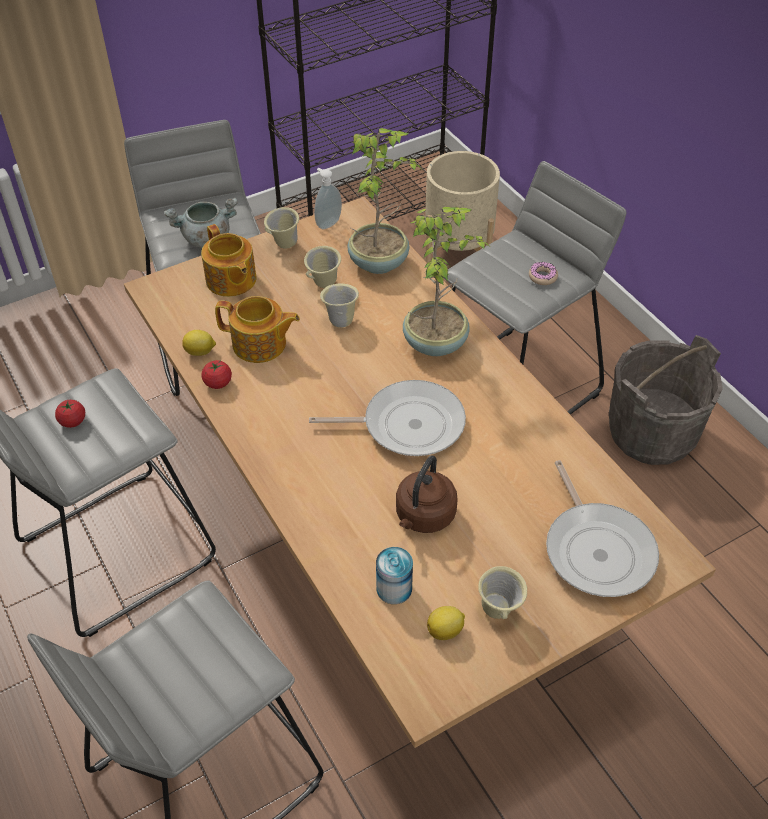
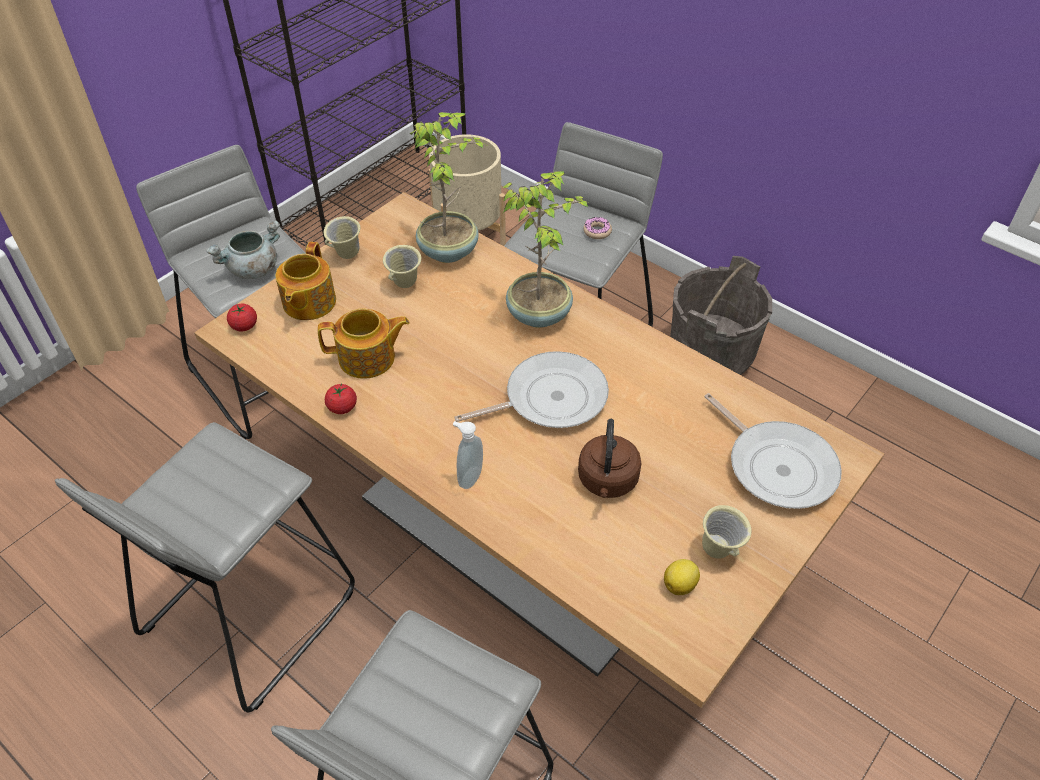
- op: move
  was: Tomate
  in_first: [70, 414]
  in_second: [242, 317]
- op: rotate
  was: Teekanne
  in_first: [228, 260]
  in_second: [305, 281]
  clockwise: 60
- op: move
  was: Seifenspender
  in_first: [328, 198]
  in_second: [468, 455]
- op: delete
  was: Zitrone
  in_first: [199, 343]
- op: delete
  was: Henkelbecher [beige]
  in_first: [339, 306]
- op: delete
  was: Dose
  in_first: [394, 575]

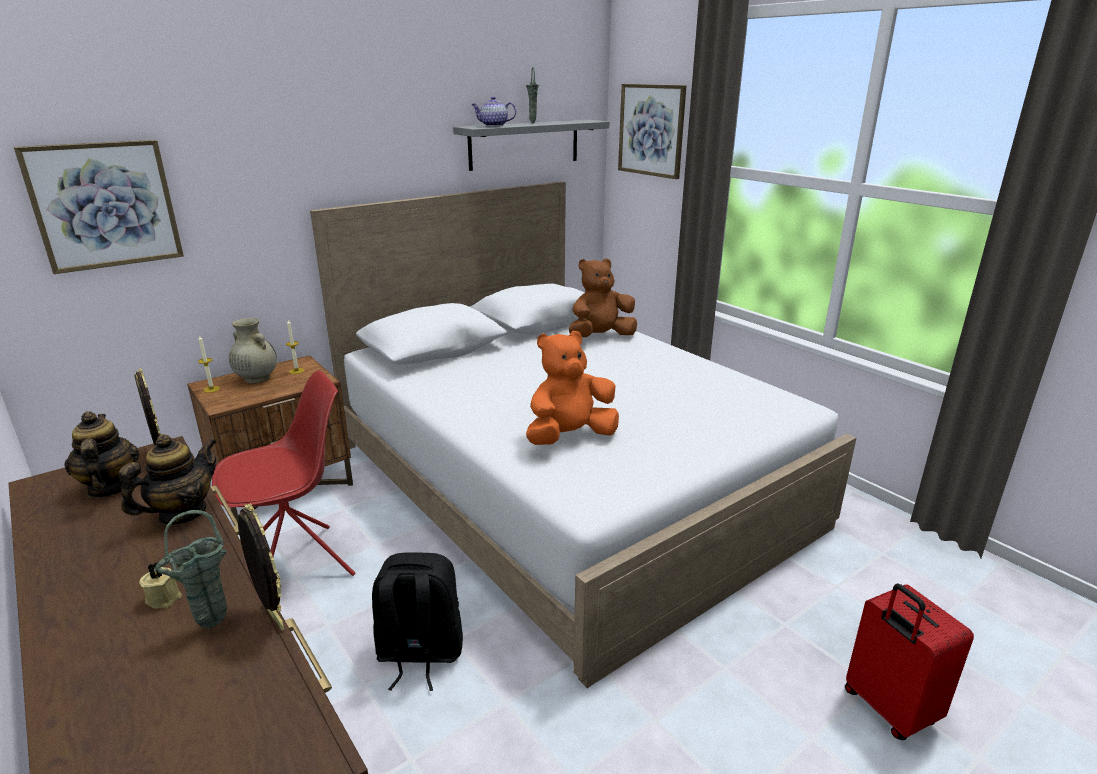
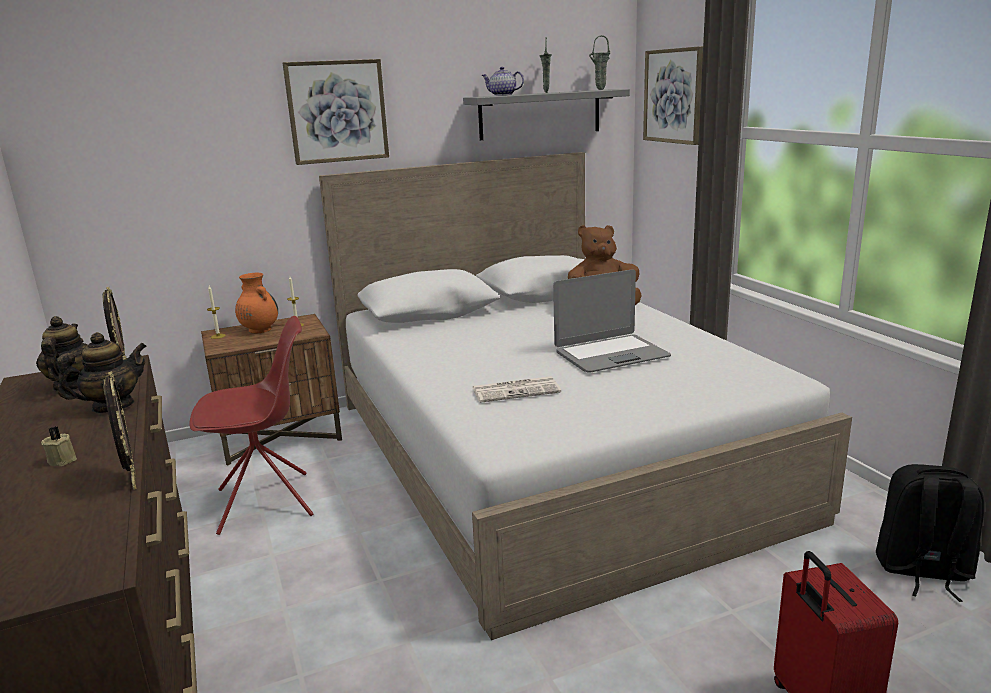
- op: recolor
  was: Vase [beige]
  now: Vase [orange]
  in_first: [253, 350]
  in_second: [256, 303]
- op: move
  was: Bild
  in_first: [99, 207]
  in_second: [336, 112]
- op: replace
  was: Plüschtier [orange]
  now: Zeitung
  in_first: [572, 388]
  in_second: [517, 389]
- op: insert
  now: Laptop
  in_second: [612, 321]
- op: move
  was: Vase [grün]
  in_first: [191, 569]
  in_second: [599, 62]
- op: move
  was: Rucksack [schwarz]
  in_first: [417, 622]
  in_second: [930, 533]

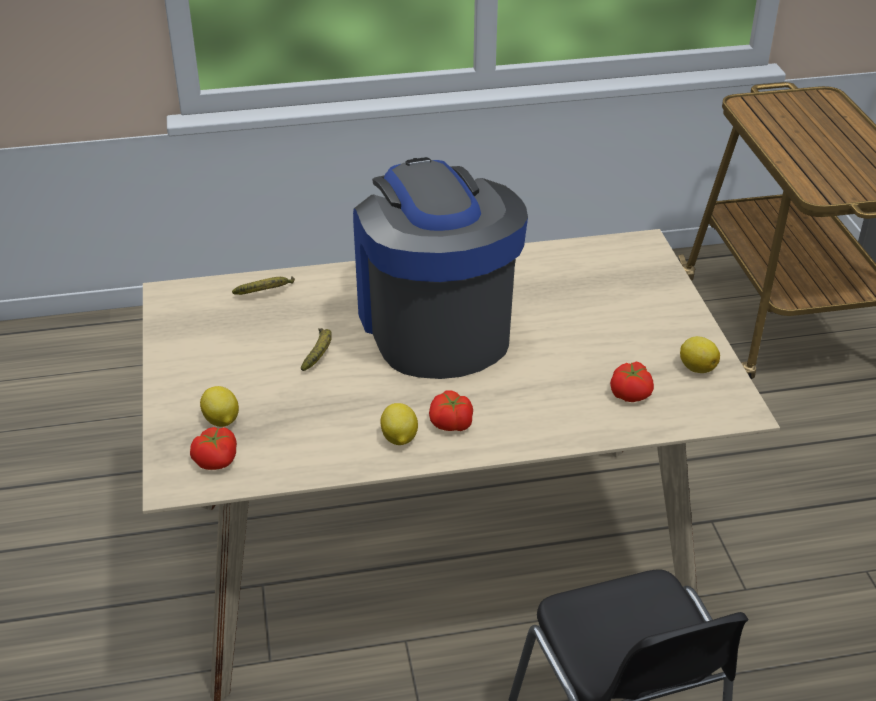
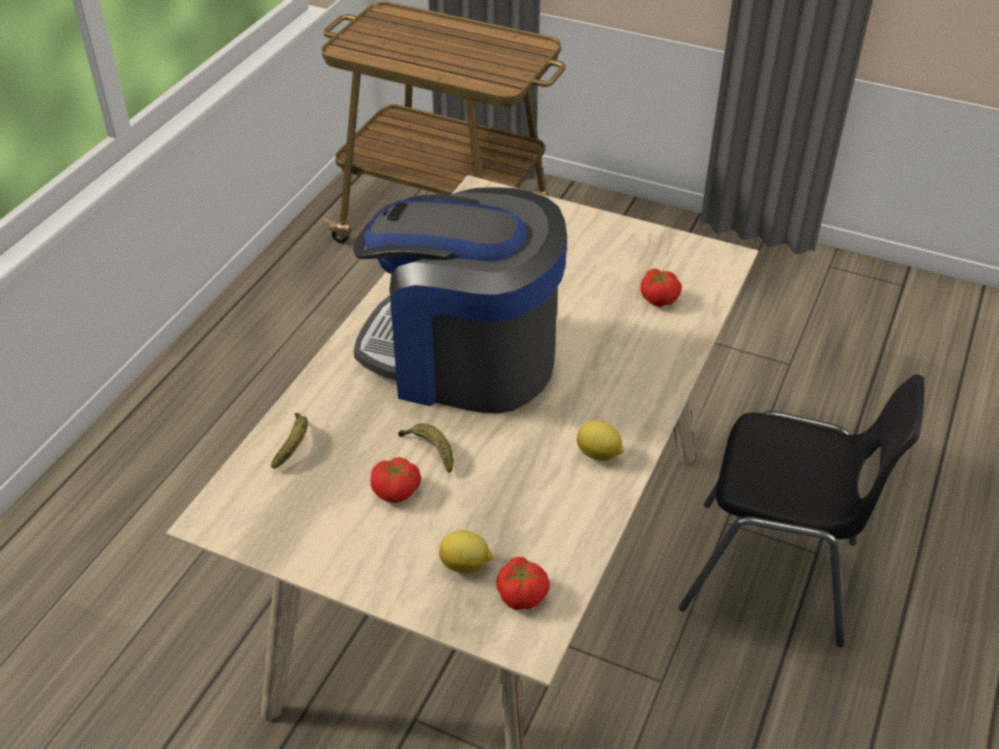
- op: move
  was: Tomate
  in_first: [451, 410]
  in_second: [396, 480]
- op: delete
  was: Zitrone
  in_first: [700, 354]

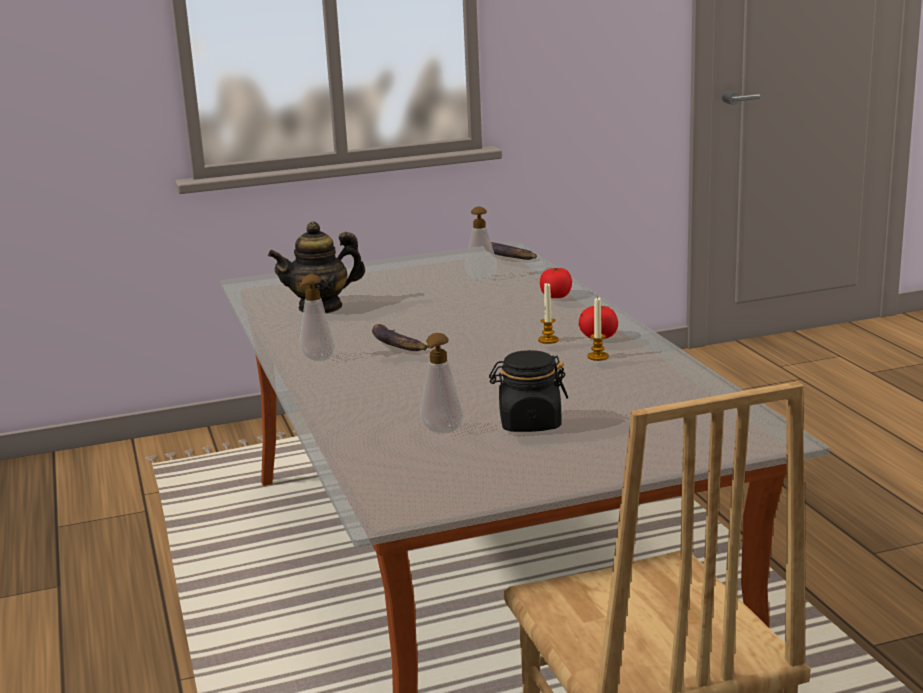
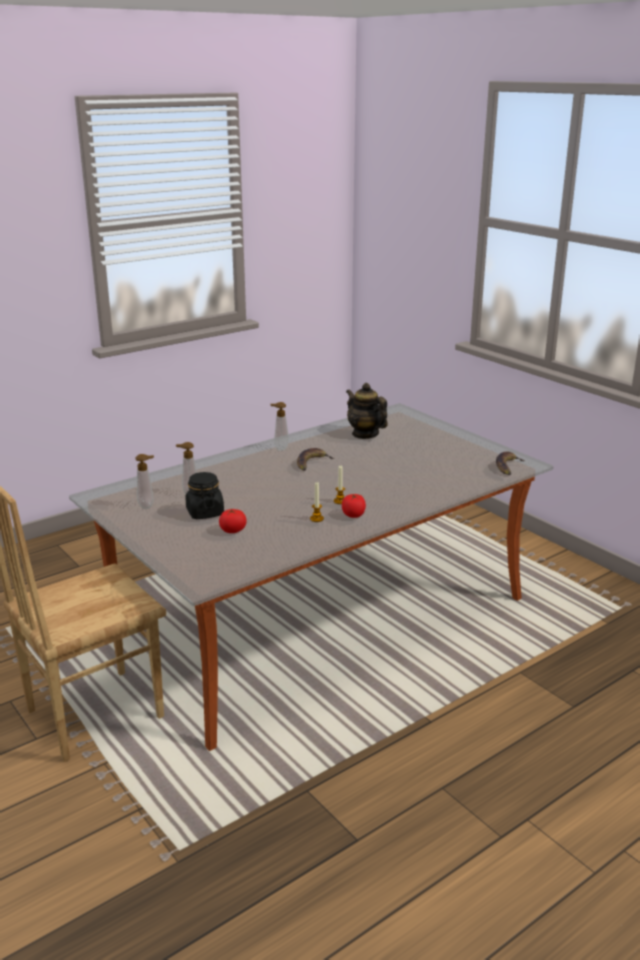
- op: move
  was: Seifenspender
  in_first: [481, 243]
  in_second: [144, 481]
- op: move
  was: Tomate
  in_first: [556, 283]
  in_second: [232, 521]

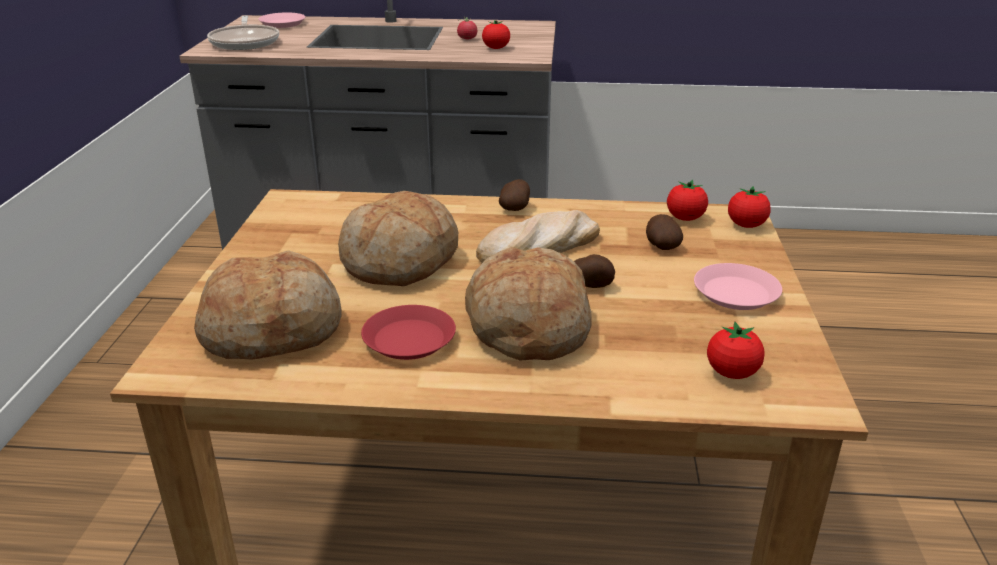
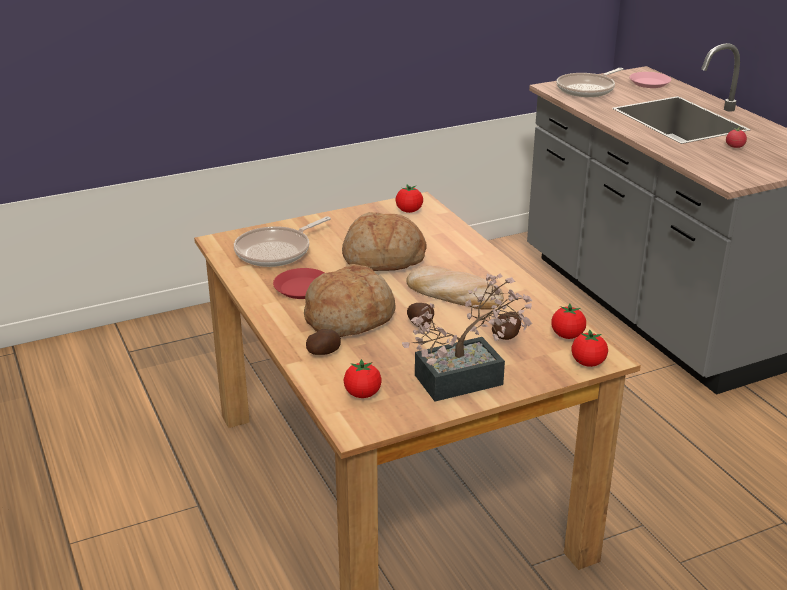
- op: replace
  was: Brot
  now: Pfanne
  in_first: [268, 305]
  in_second: [282, 241]
- op: move
  was: Kartoffel
  in_first: [514, 195]
  in_second: [323, 342]
- op: move
  was: Tomate
  in_first: [496, 34]
  in_second: [409, 198]
- op: replace
  was: Teller [rosa]
  now: Topfpflanze
  in_first: [738, 286]
  in_second: [467, 337]

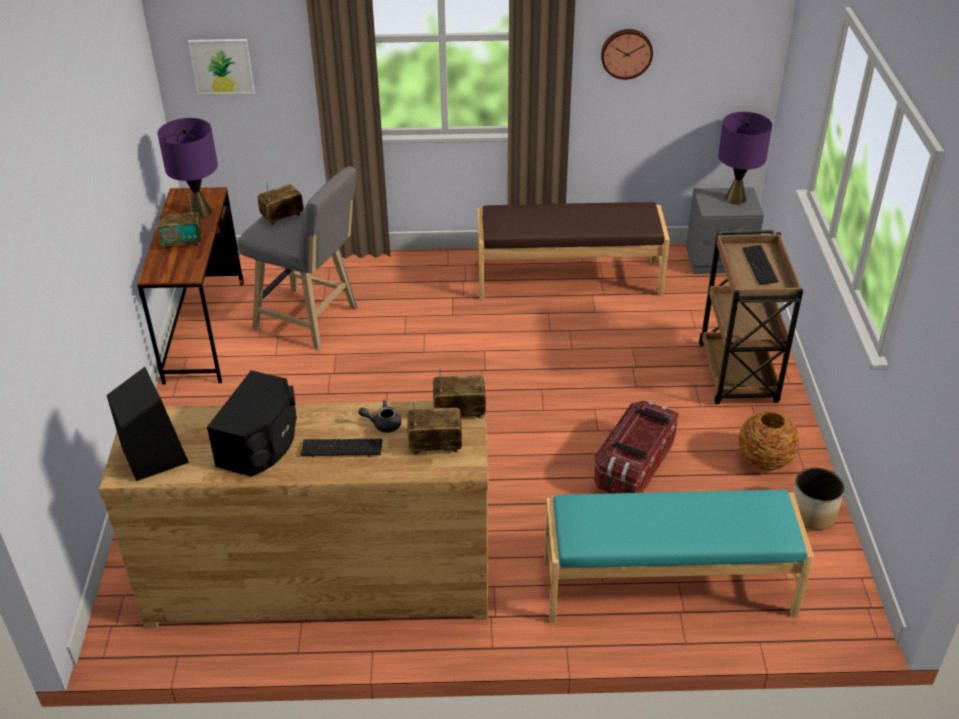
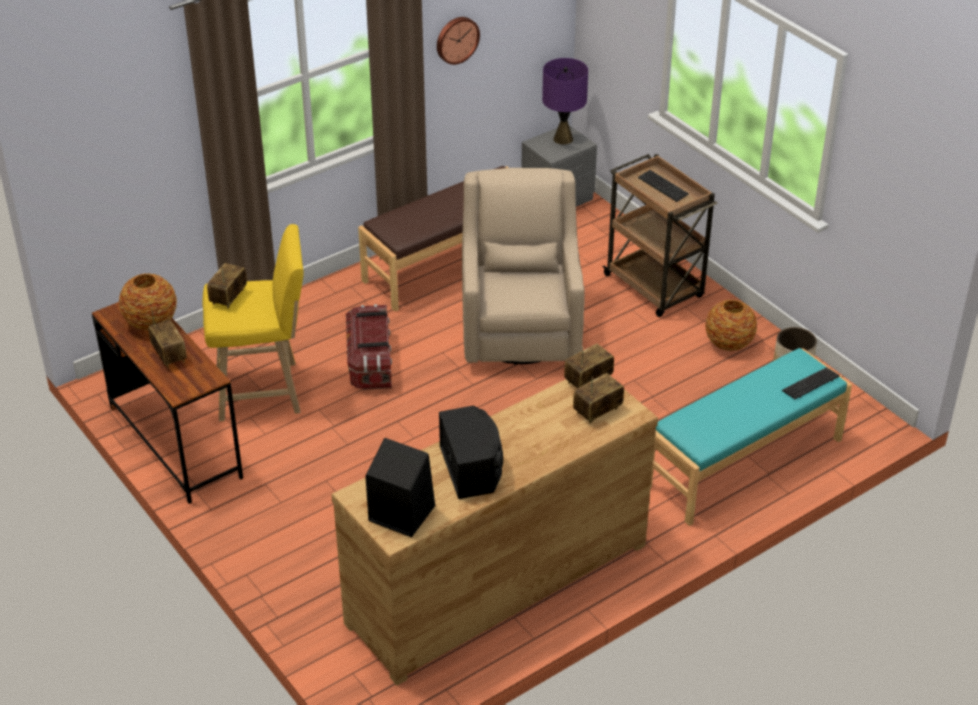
- op: replace
  was: Tischlampe [lila]
  now: Vase
  in_first: [187, 168]
  in_second: [148, 302]
- op: rotate
  was: Radio
  in_first: [179, 222]
  in_second: [167, 337]
  clockwise: -75
- op: recolor
  was: Hocker [grau]
  now: Hocker [gelb]
  in_first: [297, 258]
  in_second: [253, 323]
- op: move
  was: Aufbewahrungsbox
  in_first: [636, 447]
  in_second: [369, 347]
- op: insert
  now: Sessel [beige]
  in_second: [523, 266]
- op: move
  was: Tastatur
  in_first: [341, 448]
  in_second: [811, 383]
- op: delete
  was: Bild
  in_first: [221, 67]
- op: delete
  was: Teekanne [grau]
  in_first: [379, 416]

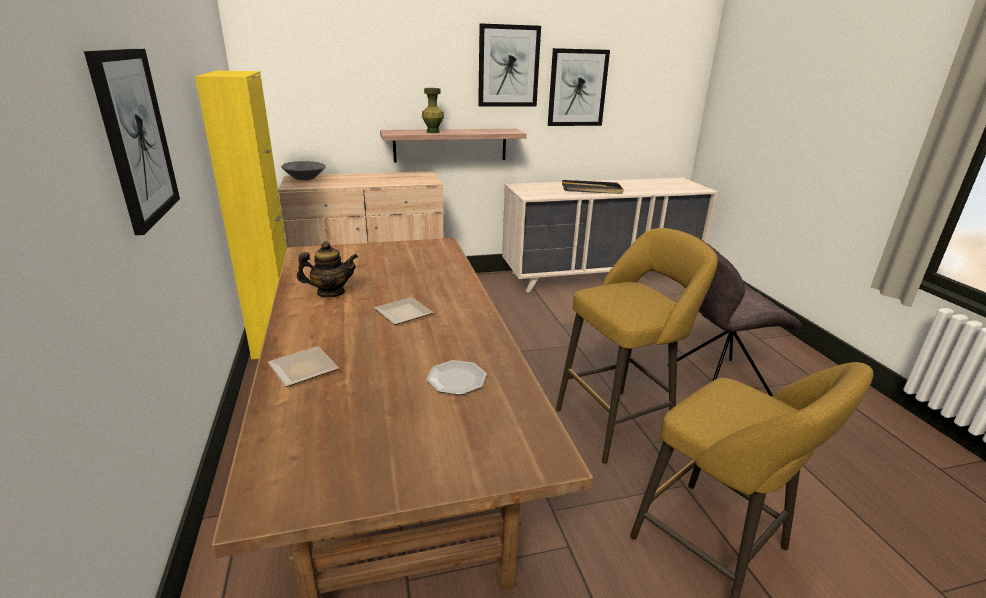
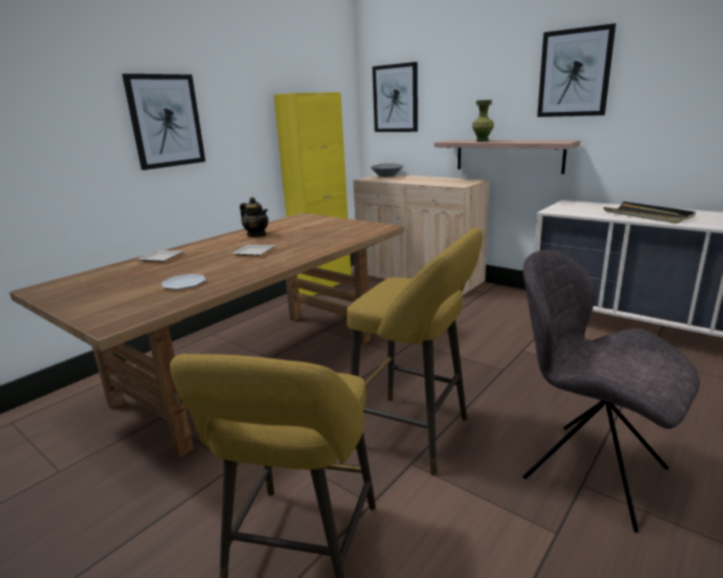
- op: move
  was: Bild
  in_first: [579, 87]
  in_second: [395, 97]

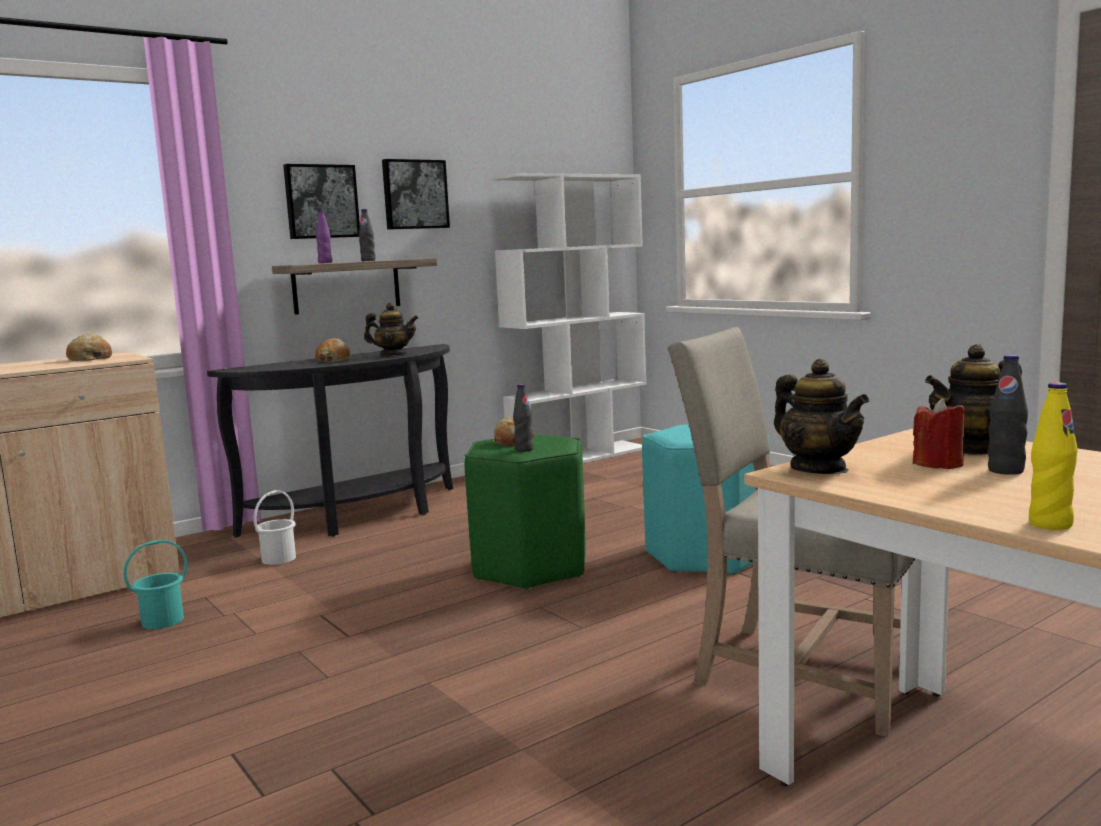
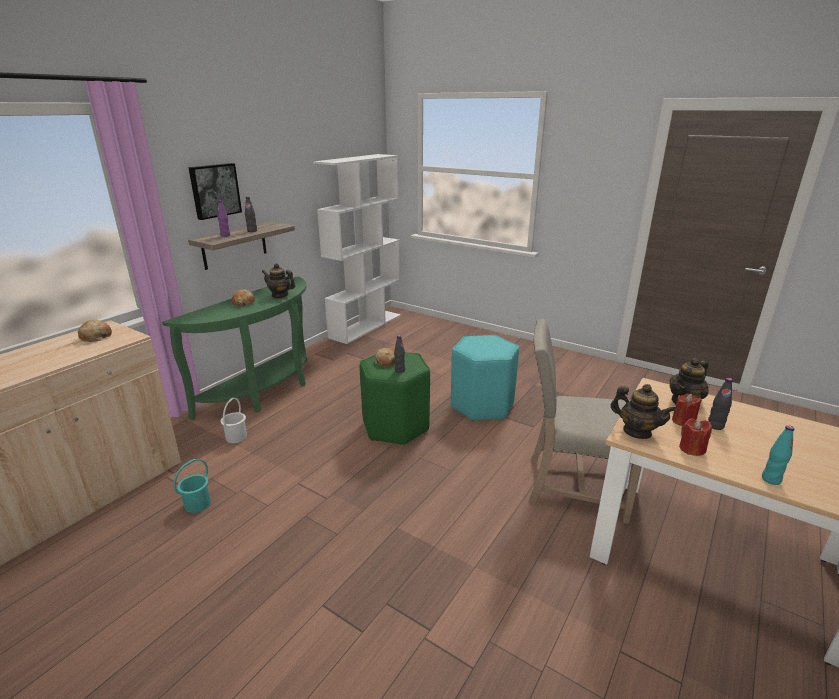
- op: recolor
  was: Konsolentisch [schwarz]
  now: Konsolentisch [grün]
  in_first: [330, 440]
  in_second: [234, 348]
- op: rotate
  was: Teekanne
  in_first: [391, 329]
  in_second: [278, 280]
  clockwise: -150
- op: insert
  now: Kerze [rot]
  in_second: [695, 437]
- op: recolor
  was: Flasche [gelb]
  now: Flasche [türkis]
  in_first: [1053, 456]
  in_second: [778, 455]
- op: delete
  was: Bild
  in_first: [416, 194]

